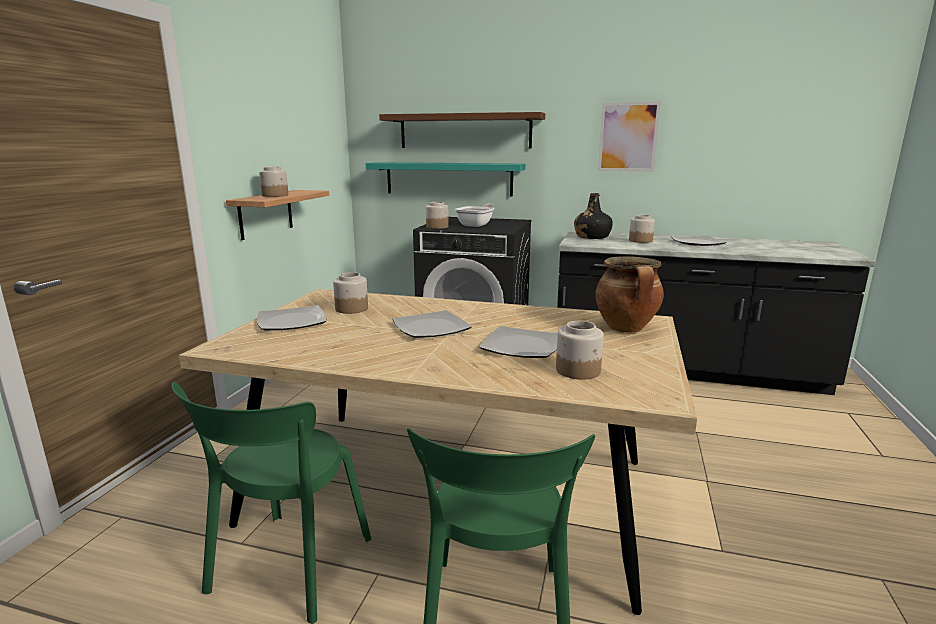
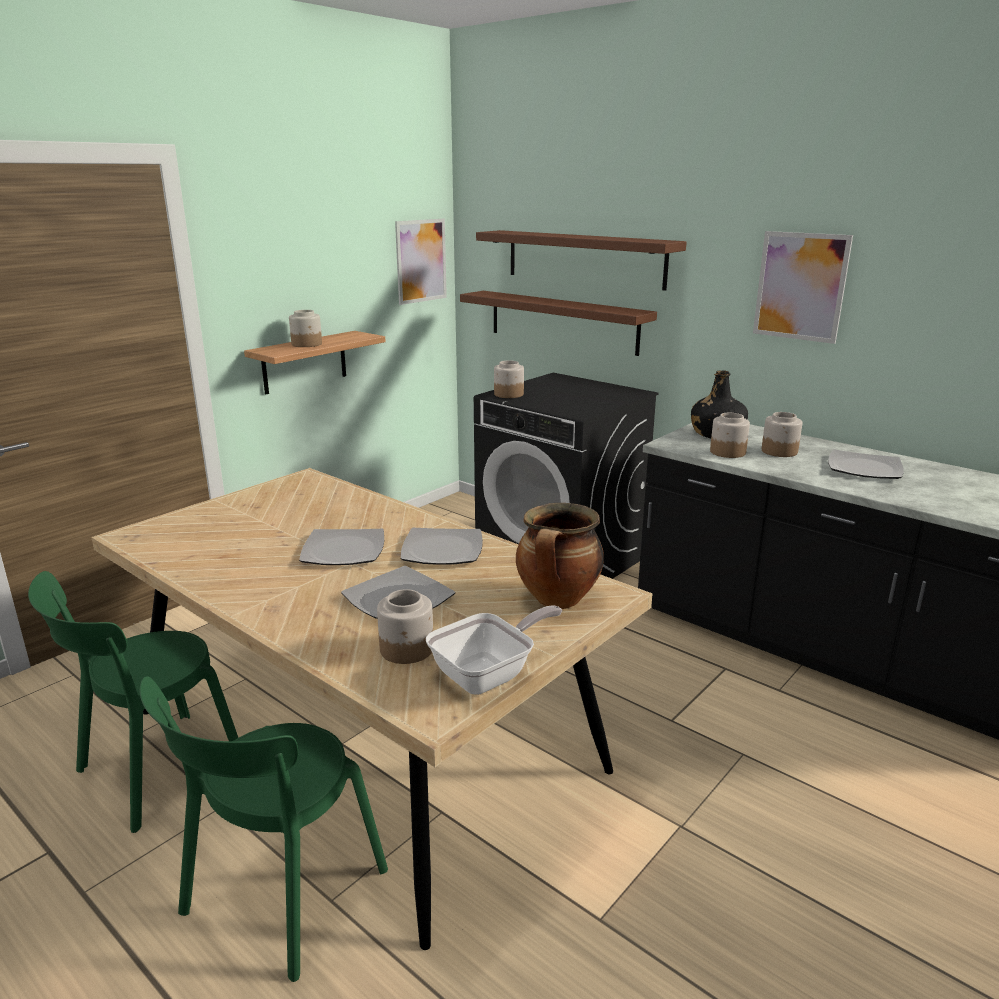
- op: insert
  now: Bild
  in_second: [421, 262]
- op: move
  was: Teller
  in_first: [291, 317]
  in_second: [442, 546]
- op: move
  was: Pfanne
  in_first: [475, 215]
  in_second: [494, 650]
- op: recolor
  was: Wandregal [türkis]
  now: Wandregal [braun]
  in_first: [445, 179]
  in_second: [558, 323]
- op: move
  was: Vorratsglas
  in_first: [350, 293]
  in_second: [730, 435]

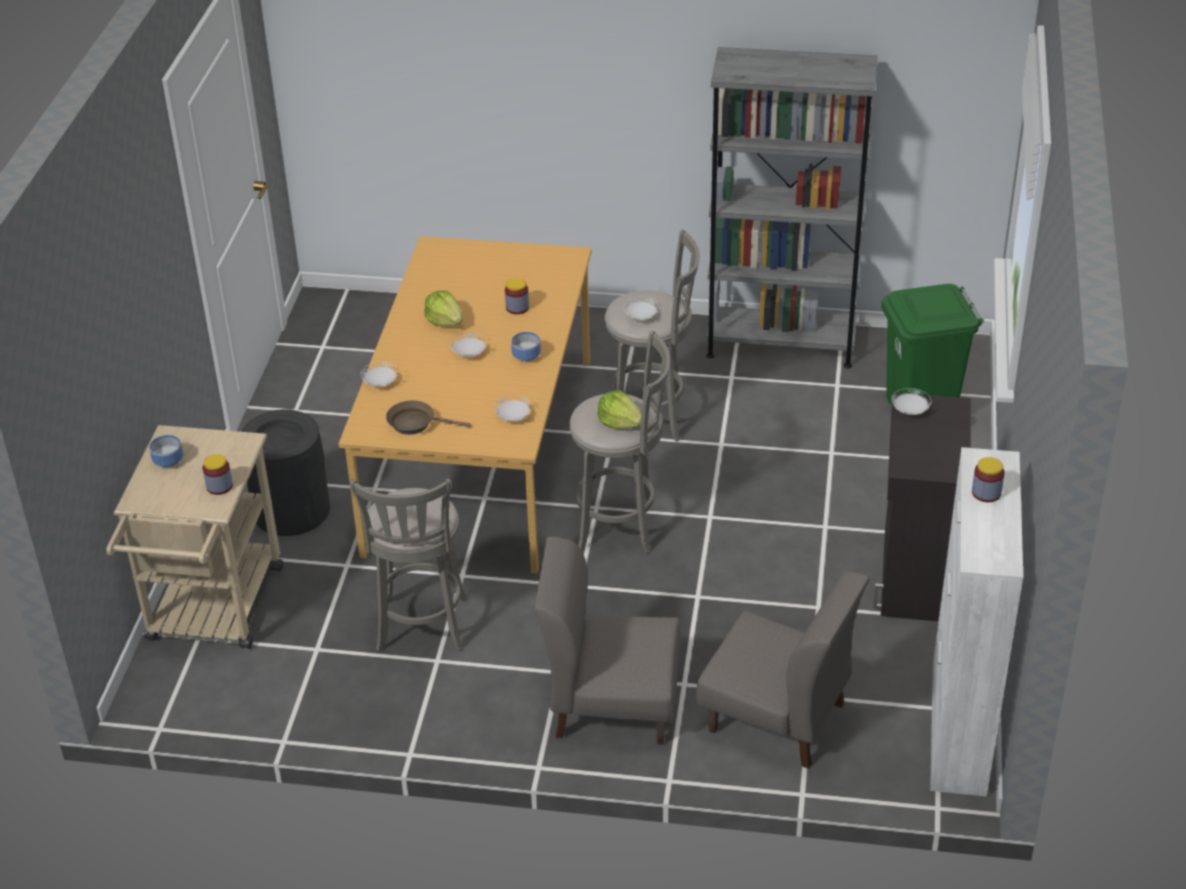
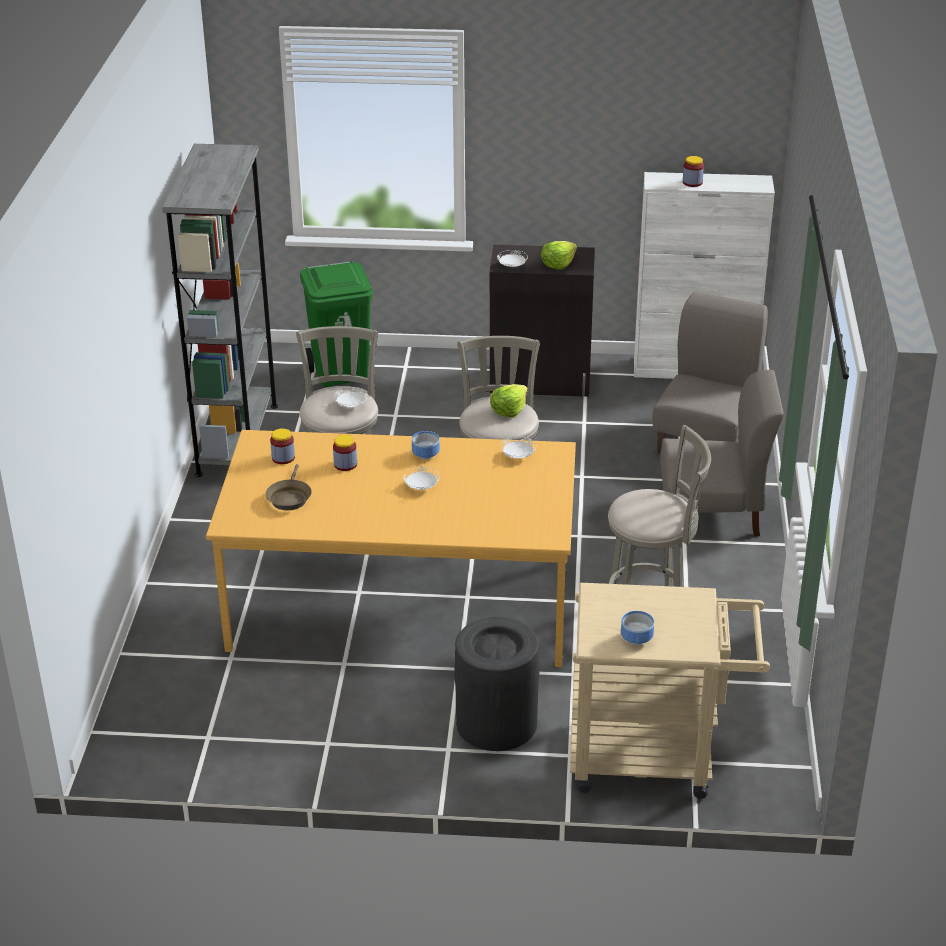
- op: move
  was: Pfanne [braun]
  in_first: [428, 417]
  in_second: [289, 487]
- op: move
  was: Vorratsglas
  in_first: [218, 474]
  in_second: [282, 446]
- op: move
  was: Salatkopf
  in_first: [444, 308]
  in_second: [559, 255]
- op: rotate
  was: Stuhl [grau]
  in_first: [607, 641]
  in_second: [722, 453]
  clockwise: -90
- op: delete
  was: Teller [weiß]
  in_first: [379, 374]

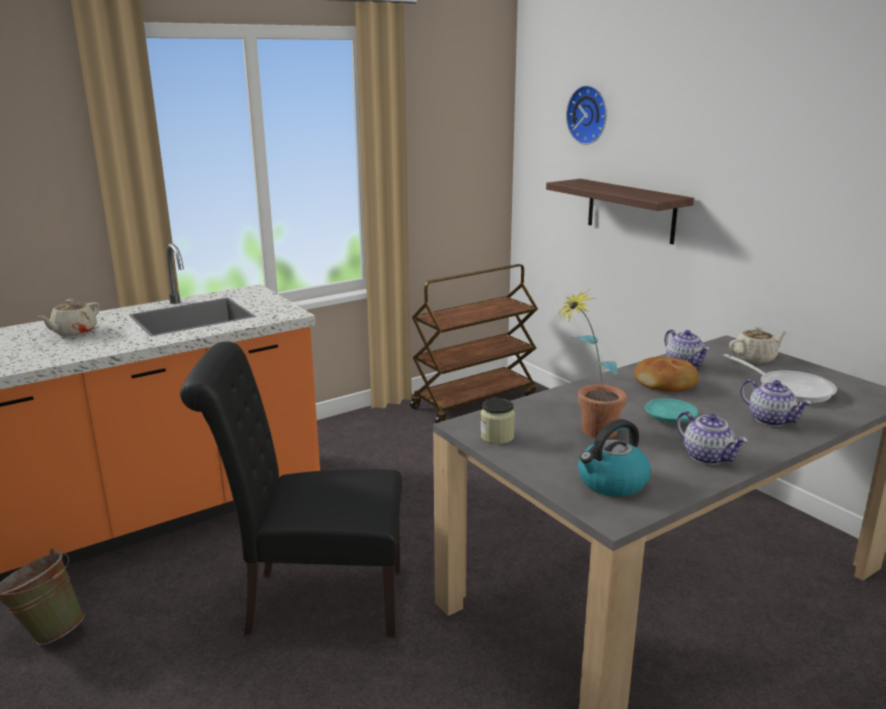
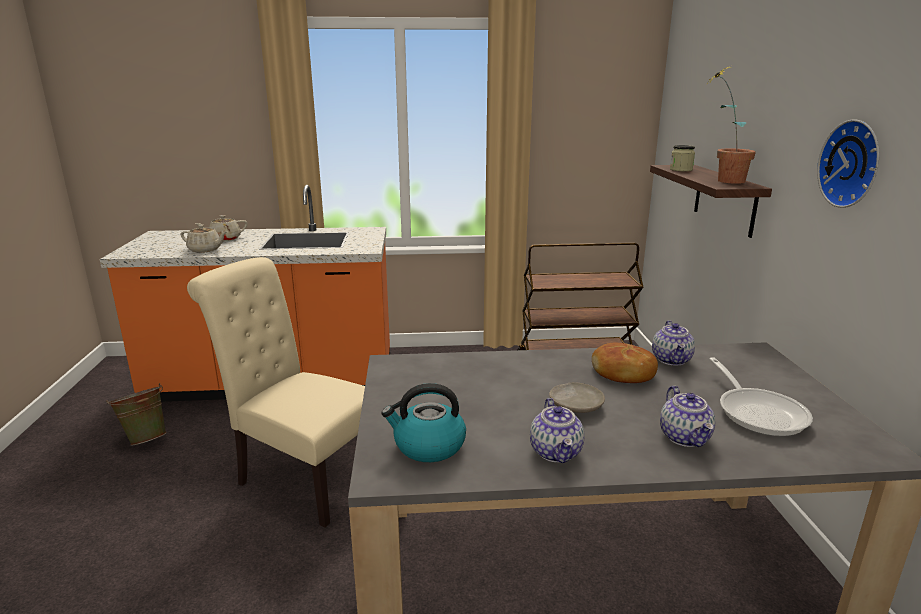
- op: move
  was: Teekanne [beige]
  in_first: [758, 345]
  in_second: [203, 239]
- op: recolor
  was: Stuhl [schwarz]
  now: Stuhl [beige]
  in_first: [291, 490]
  in_second: [276, 392]
- op: recolor
  was: Teller [türkis]
  now: Teller [beige]
  in_first: [671, 411]
  in_second: [577, 397]
- op: move
  was: Vorratsglas
  in_first: [497, 421]
  in_second: [682, 158]
- op: move
  was: Topfpflanze
  in_first: [591, 364]
  in_second: [732, 125]
- op: move
  was: Wanduhr
  in_first: [586, 115]
  in_second: [848, 163]

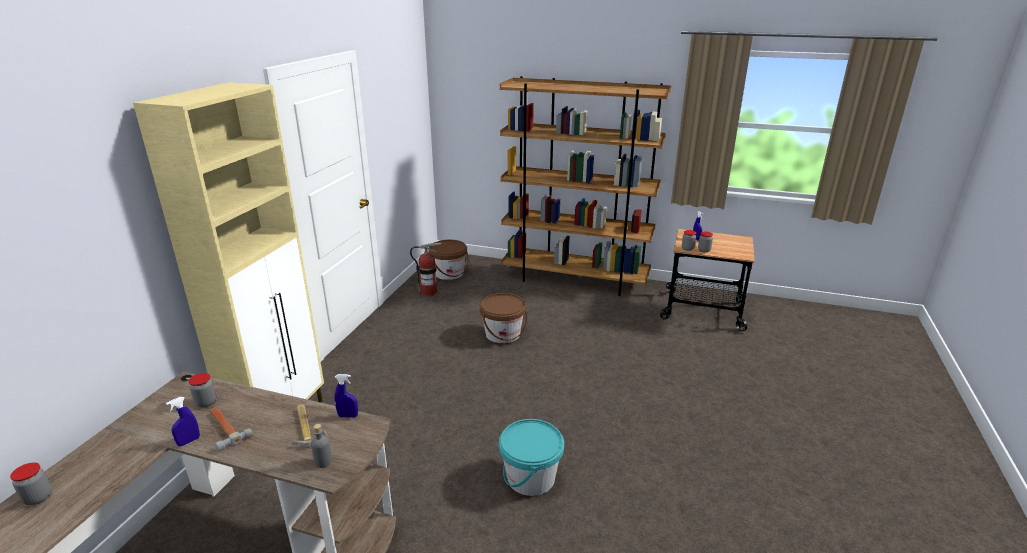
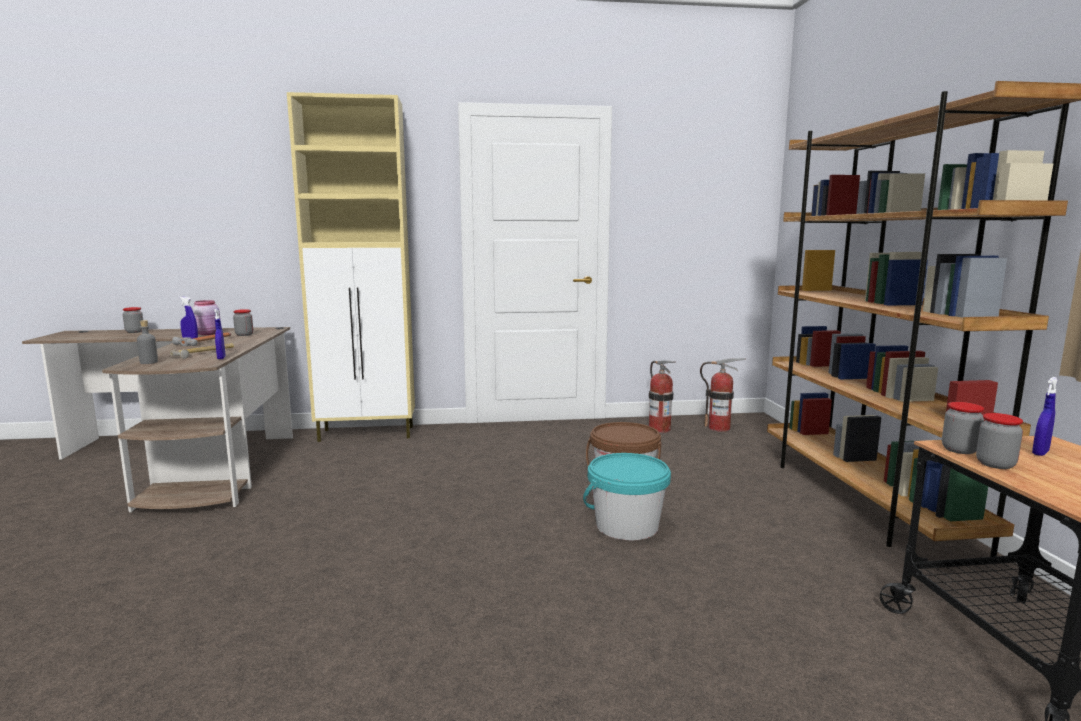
- op: insert
  now: Vorratsglas [rosa]
  in_second: [206, 317]
- op: move
  was: Eimer [türkis]
  in_first: [531, 457]
  in_second: [627, 496]
- op: replace
  was: Eimer [braun]
  now: Feuerlöscher
  in_first: [449, 260]
  in_second: [723, 395]

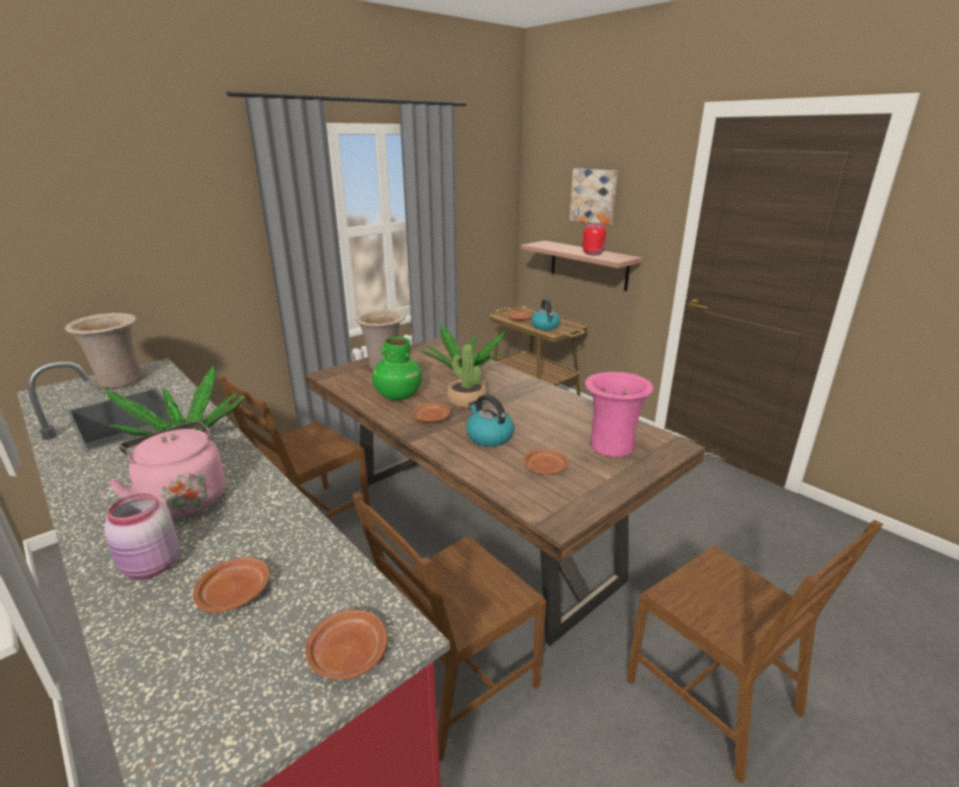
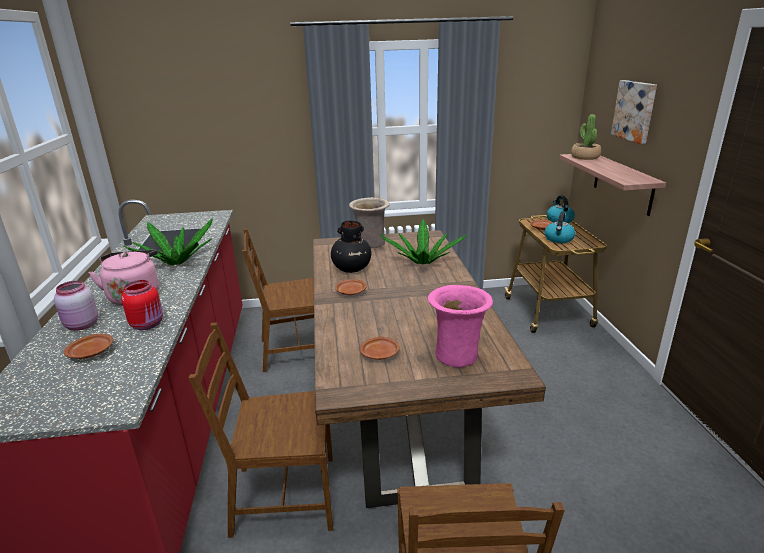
- op: move
  was: Vorratsglas [rot]
  in_first: [594, 239]
  in_second: [142, 305]
- op: recolor
  was: Vase [grün]
  now: Vase [schwarz]
  in_first: [397, 368]
  in_second: [351, 247]
- op: move
  was: Wasserkessel
  in_first: [490, 420]
  in_second: [561, 209]
- op: move
  was: Topfpflanze
  in_first: [467, 376]
  in_second: [586, 137]
- op: delete
  was: Vase [beige]
  in_first: [104, 351]
- op: delete
  was: Teller [braun]
  in_first: [346, 644]

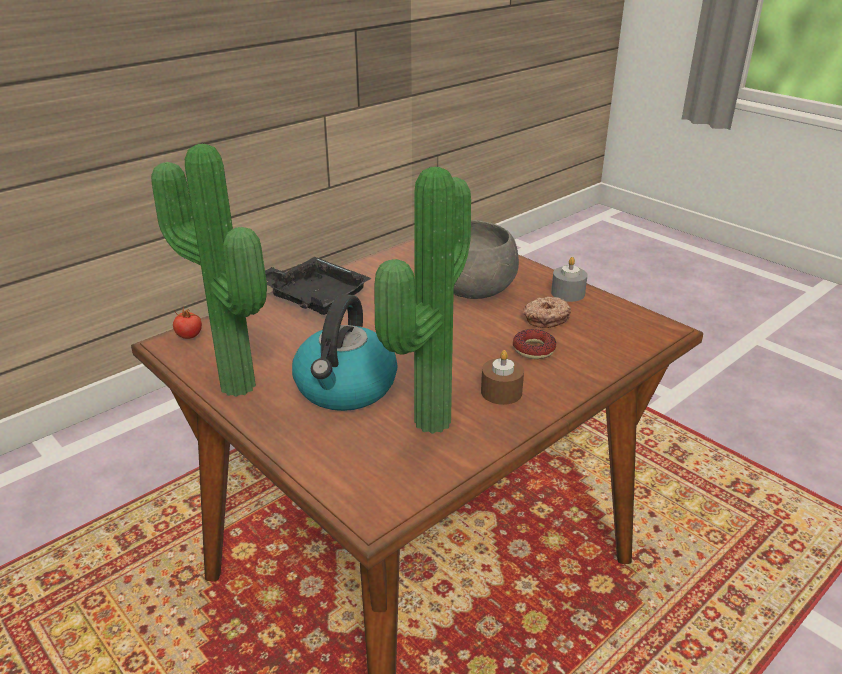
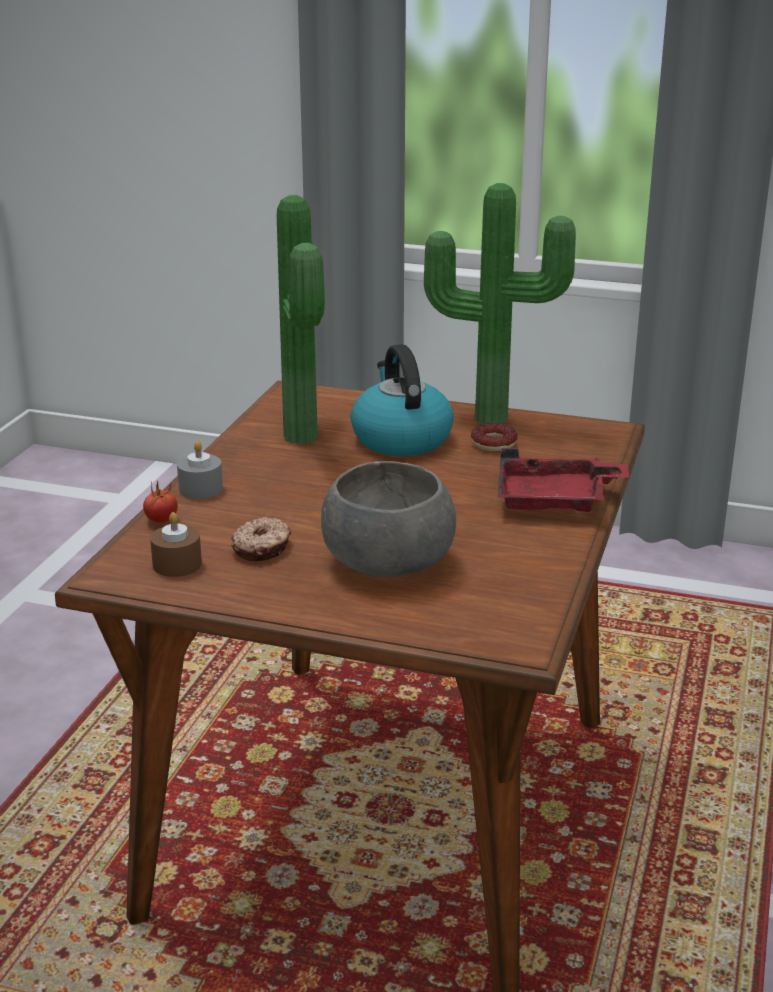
- op: move
  was: Tomate
  in_first: [187, 322]
  in_second: [160, 501]
- op: move
  was: Kerze [braun]
  in_first: [502, 377]
  in_second: [176, 544]
- op: move
  was: Kerze [grau]
  in_first: [569, 279]
  in_second: [200, 470]
- op: move
  was: Donut
  in_first: [535, 344]
  in_second: [494, 437]
- op: recolor
  was: Tablett [schwarz]
  now: Tablett [rot]
  in_first: [318, 286]
  in_second: [563, 480]

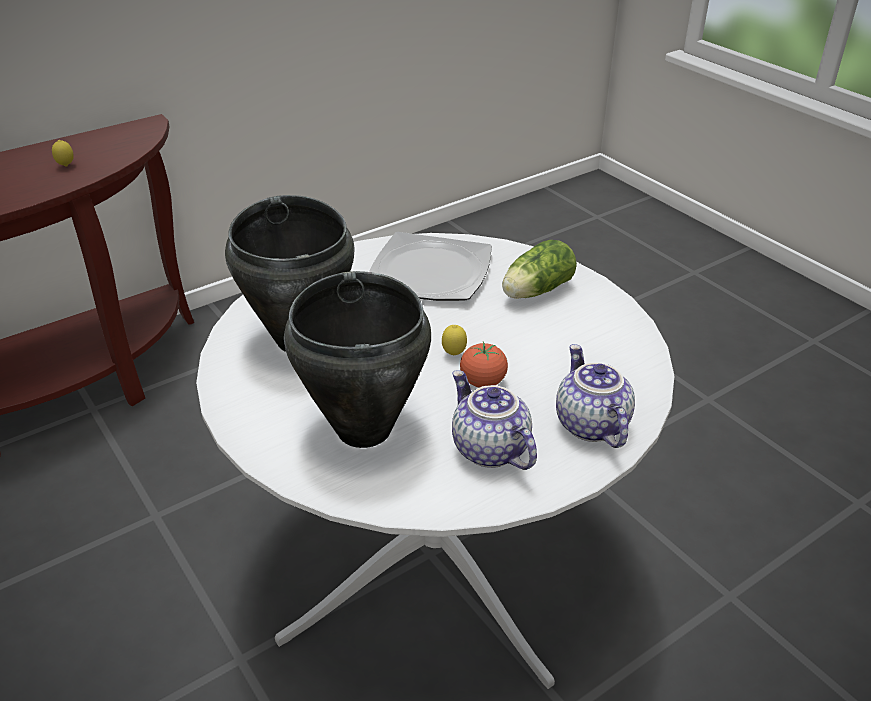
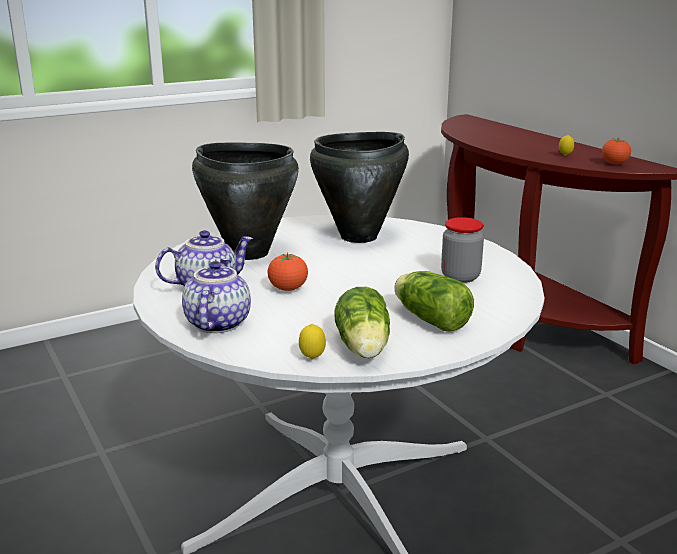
- op: rotate
  was: Teekanne
  in_first: [595, 396]
  in_second: [216, 295]
  clockwise: -75
- op: move
  was: Zitrone
  in_first: [454, 340]
  in_second: [312, 341]
- op: insert
  now: Salatkopf
  in_second: [362, 323]
- op: replace
  was: Teller
  now: Vorratsglas
  in_first: [430, 266]
  in_second: [462, 250]
- op: insert
  now: Tomate
  in_second: [616, 150]

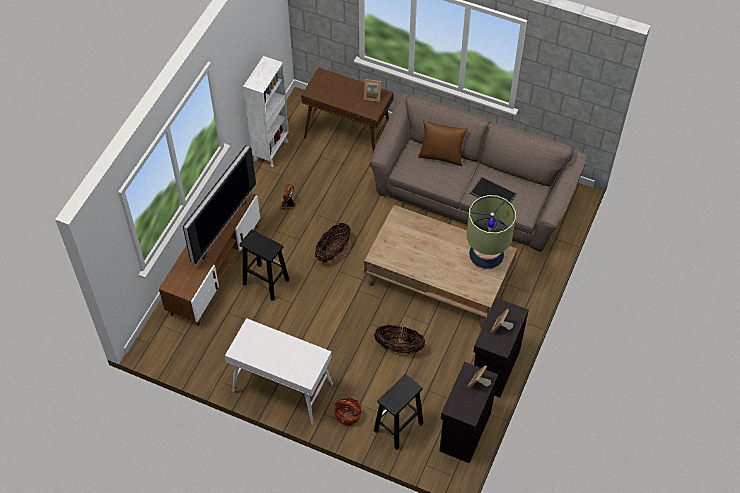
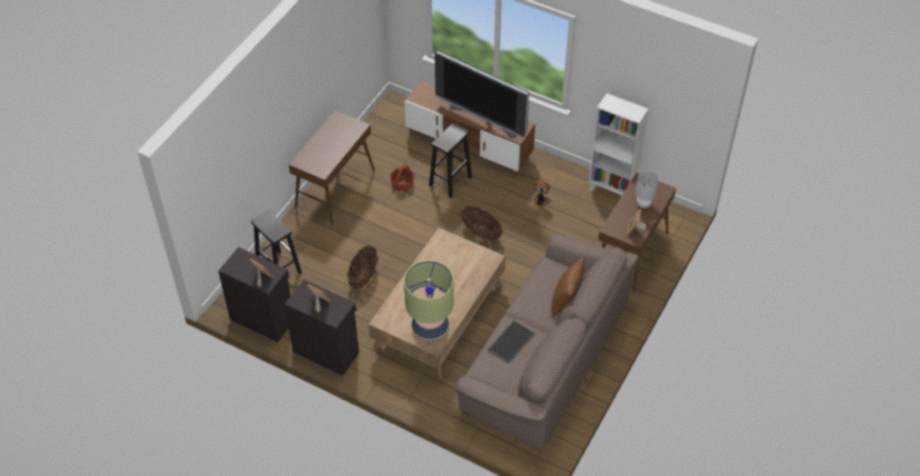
- op: recolor
  was: Konsolentisch [weiß]
  now: Konsolentisch [braun]
  in_first: [279, 371]
  in_second: [332, 167]
- op: move
  was: Korb
  in_first: [348, 411]
  in_second: [402, 178]
- op: insert
  now: Tischlampe [grau]
  in_second: [647, 189]

